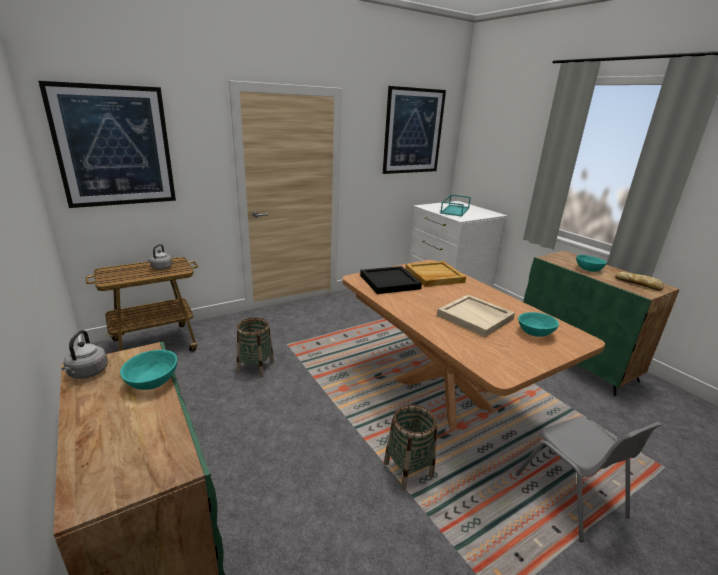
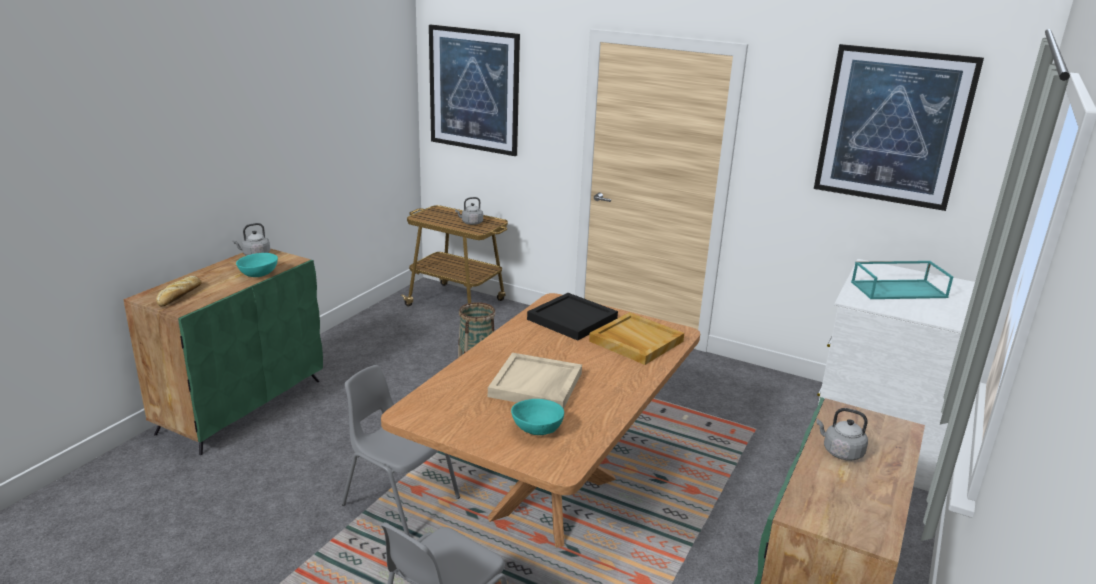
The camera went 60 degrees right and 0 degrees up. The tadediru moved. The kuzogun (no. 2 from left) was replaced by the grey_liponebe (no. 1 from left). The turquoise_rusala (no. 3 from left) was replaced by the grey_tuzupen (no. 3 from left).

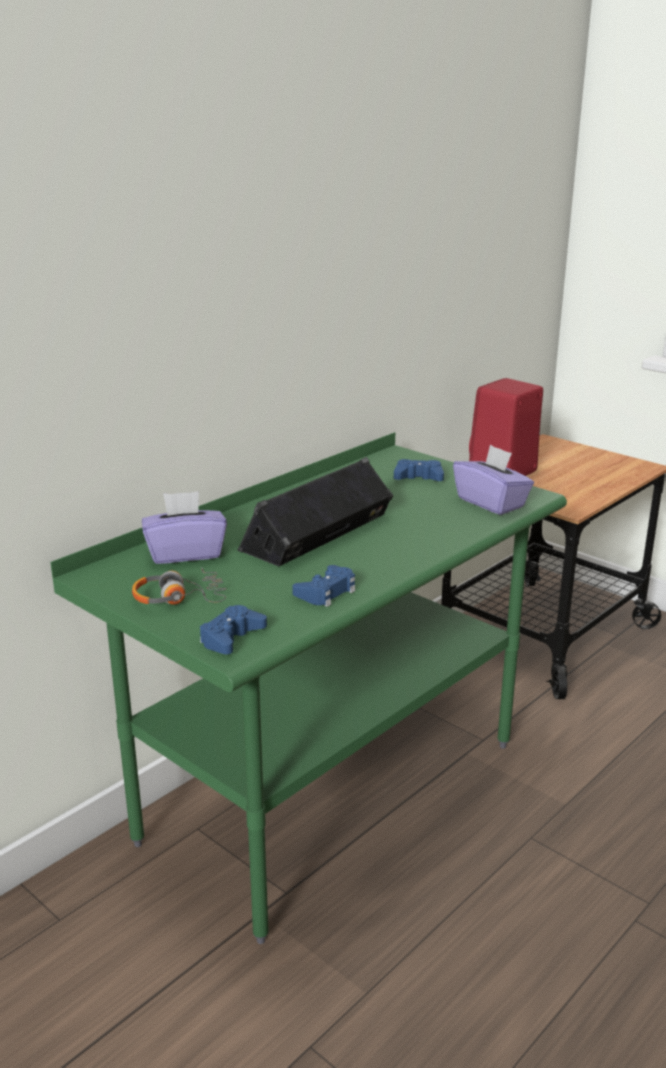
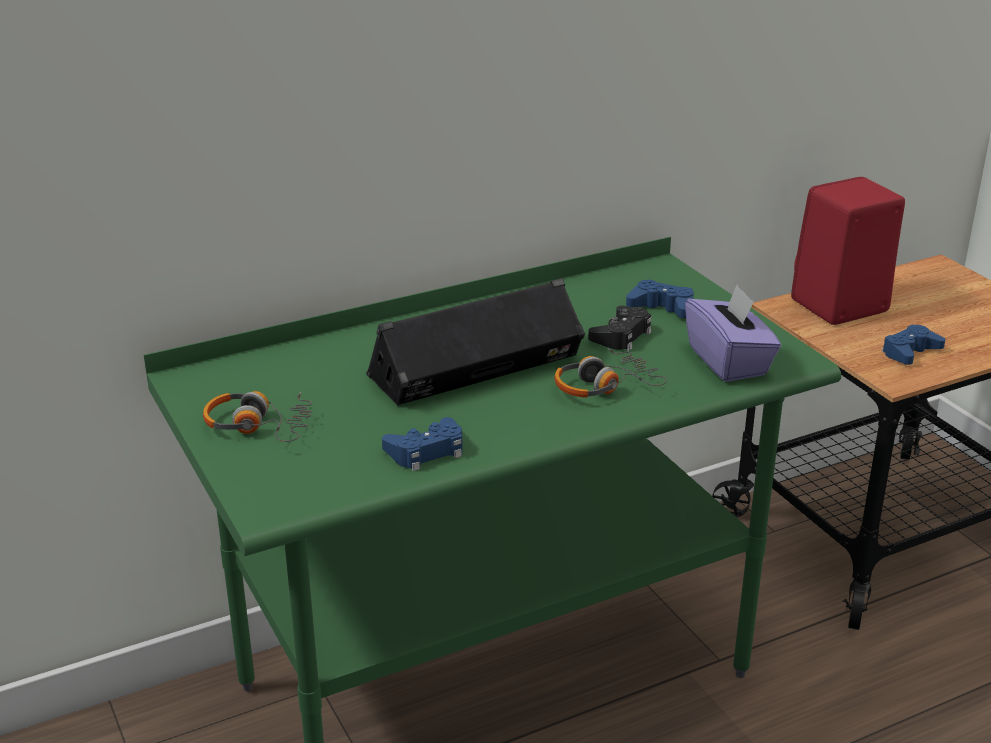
The camera went 20 degrees right and 5 degrees up. The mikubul (no. 2 from left) appeared. The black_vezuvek appeared. The blue_vezuvek (no. 1 from left in the first image) moved. The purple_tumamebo (no. 1 from left) disappeared.

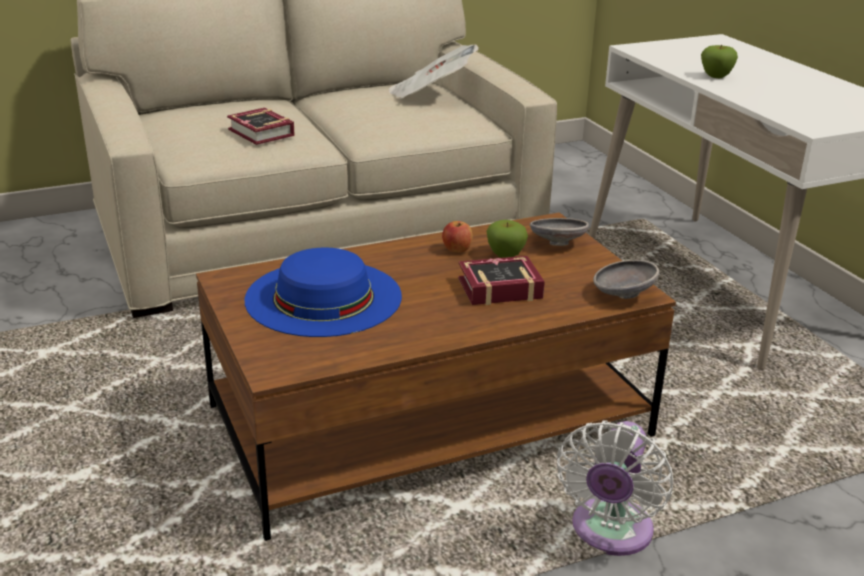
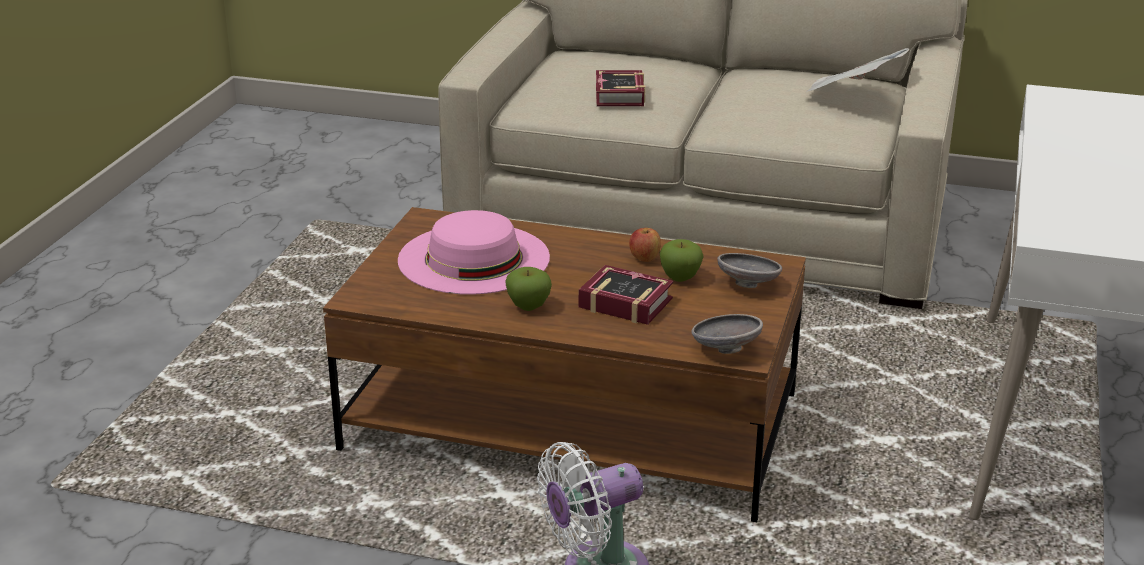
The camera went 40 degrees right and 0 degrees up. The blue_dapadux became the pink_dapadux. The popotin (no. 3 from left in the first image) moved.

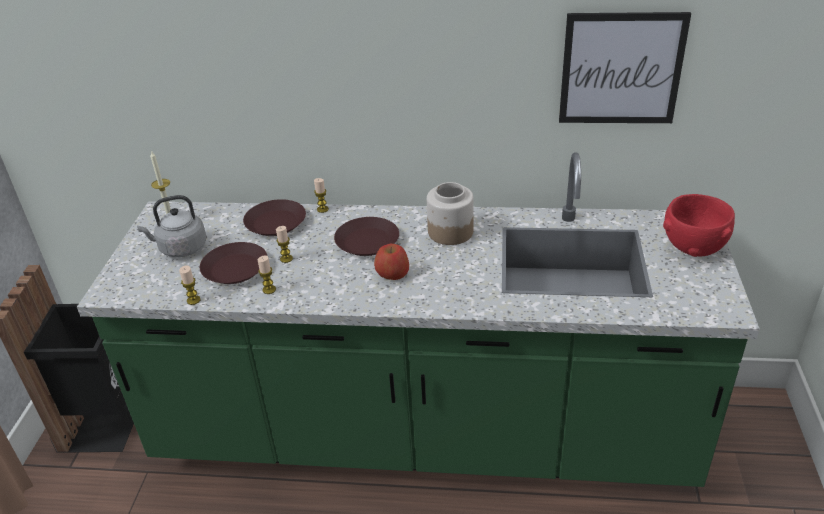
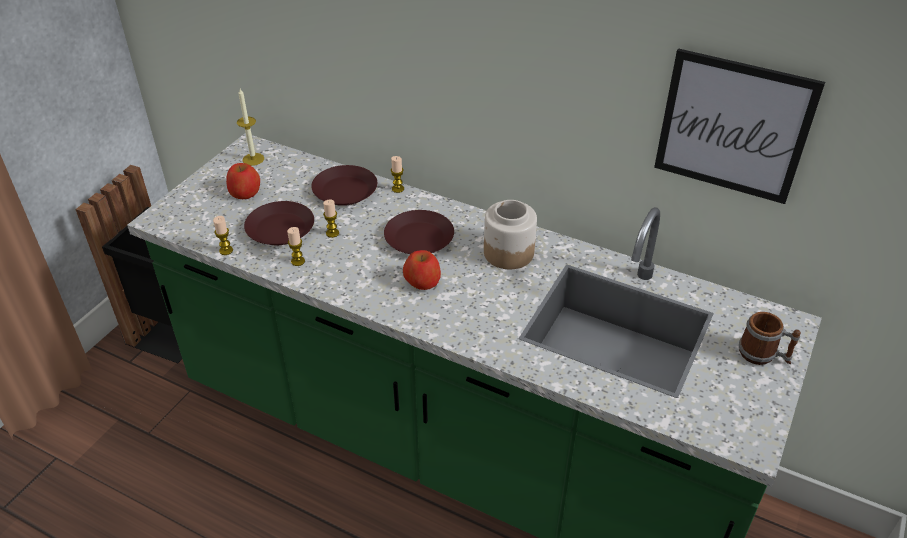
The camera went 20 degrees right and 5 degrees up. The grey_tuzupen was replaced by the popotin (no. 1 from left). The red_rusala was replaced by the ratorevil.

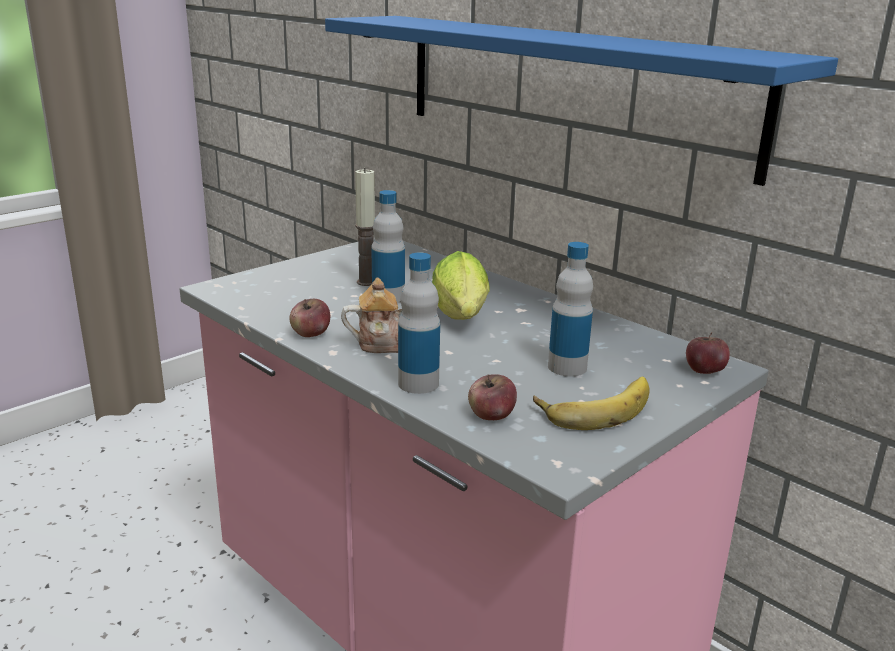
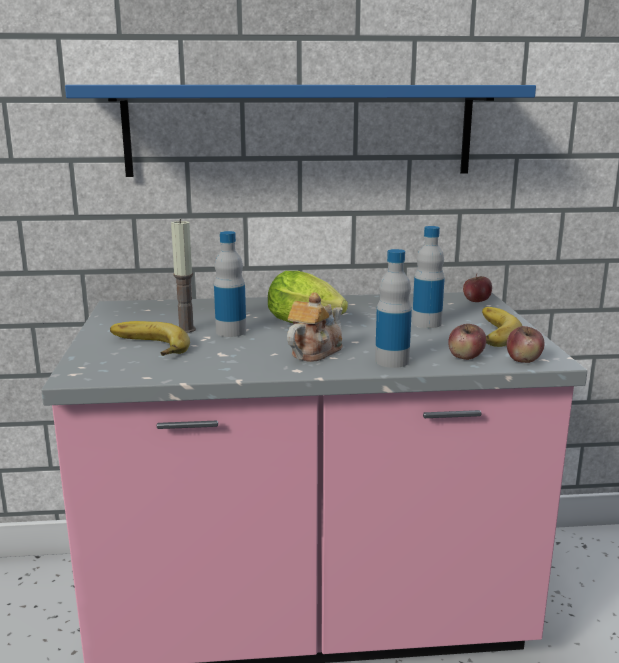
The camera went 50 degrees left and 5 degrees down. The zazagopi (no. 1 from left) appeared. The popotin (no. 1 from left in the first image) moved.

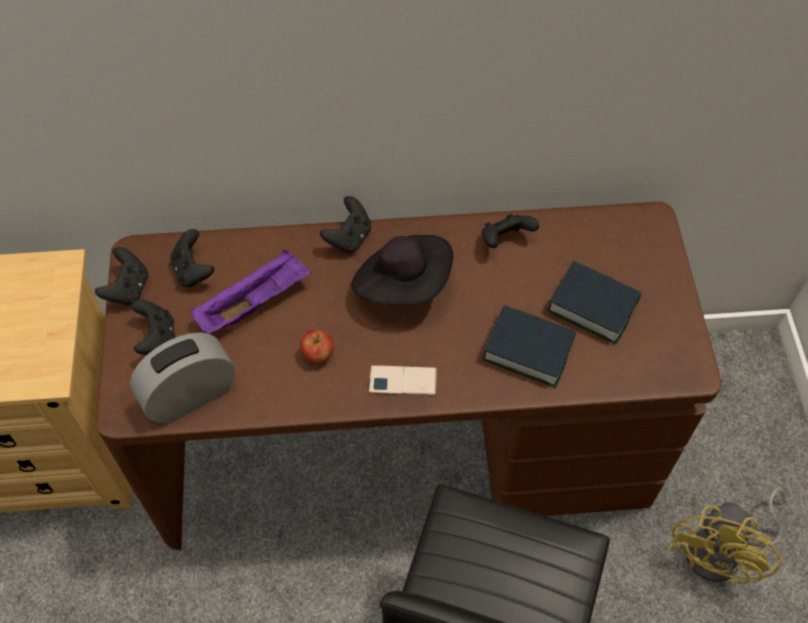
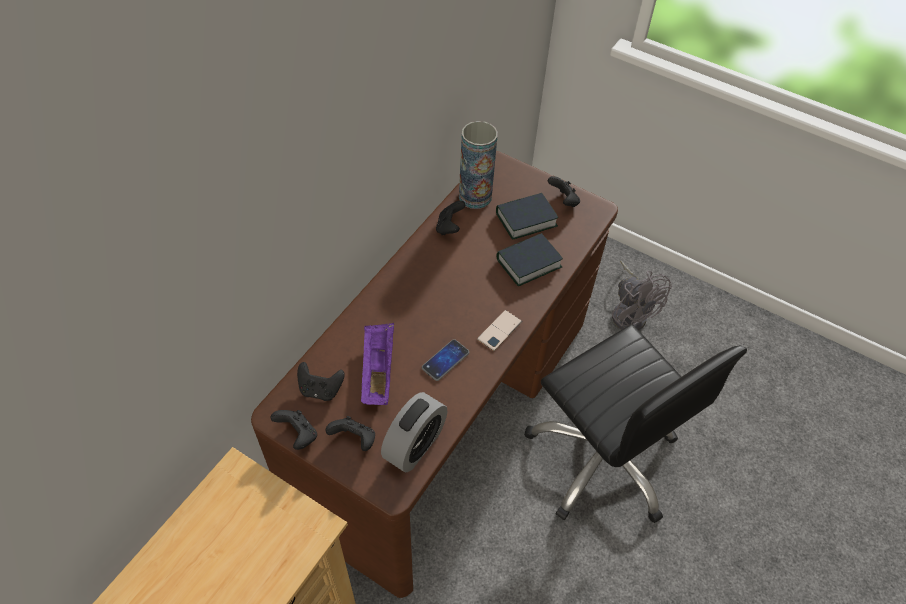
The camera went 55 degrees left and 5 degrees down. The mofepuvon turned 150 degrees counterclockwise. The popotin was replaced by the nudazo (no. 1 from left). The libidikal appeared. The black_vezuvek (no. 4 from left in the first image) moved. The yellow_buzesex became the grey_buzesex. The black_dapadux disappeared.

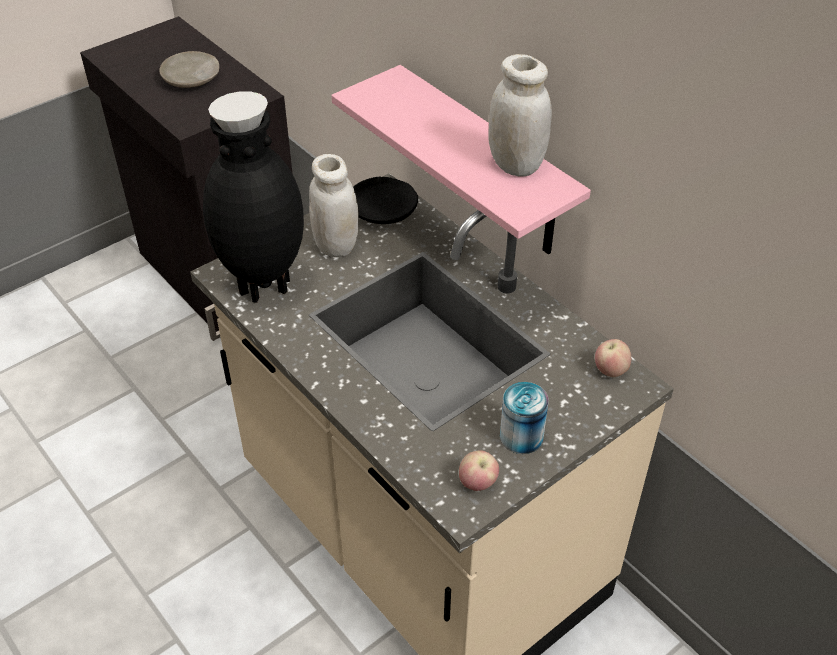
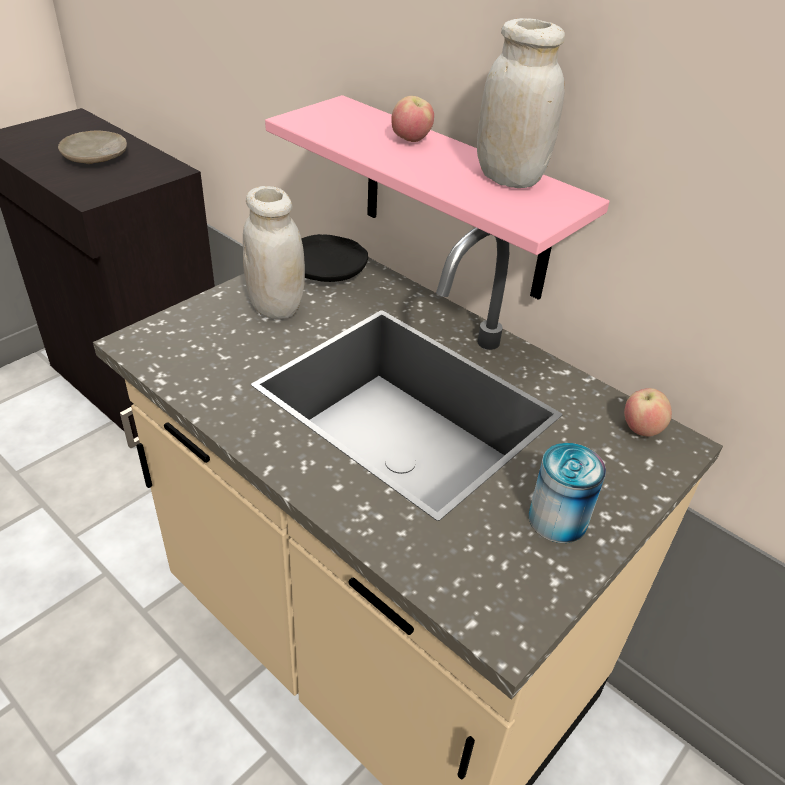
The camera went 10 degrees left and 5 degrees down. The popotin (no. 1 from left) moved. The black_libidikal disappeared.

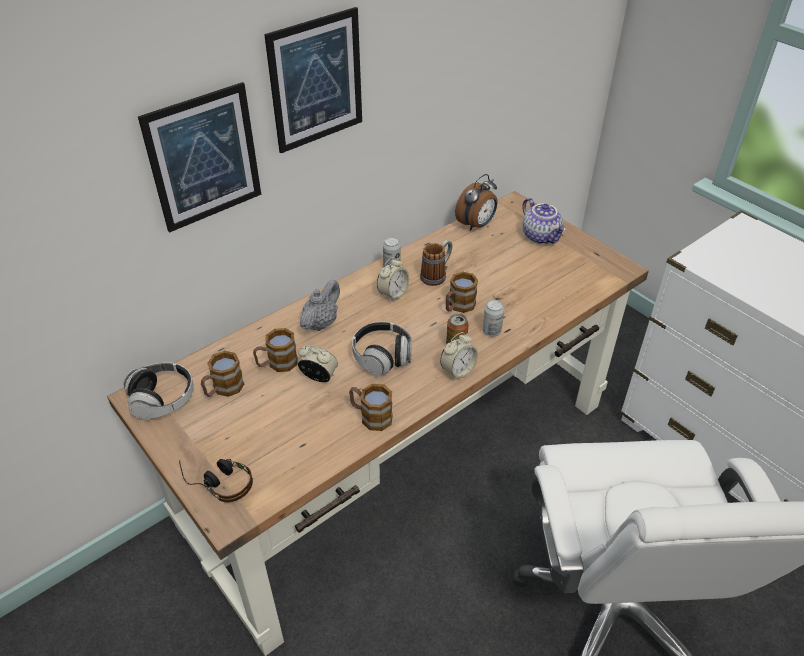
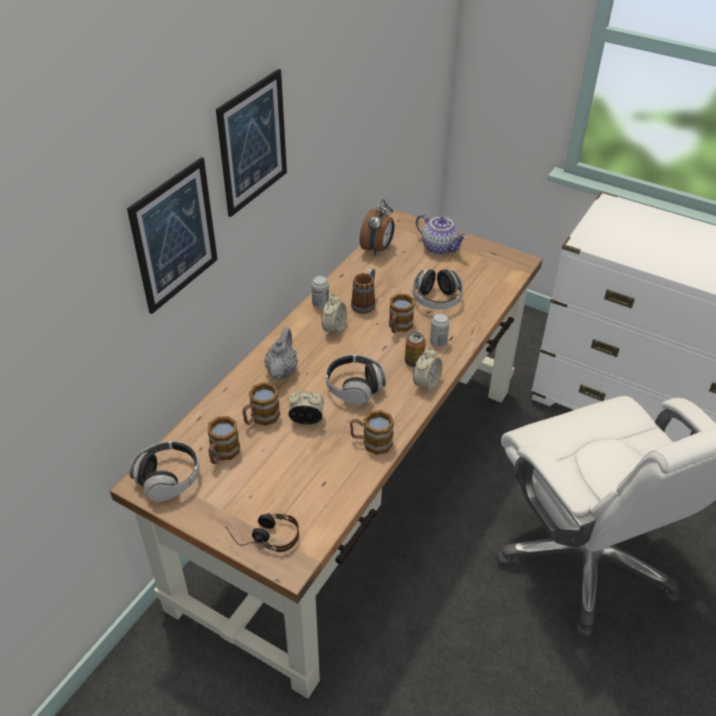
The camera went 20 degrees left and 0 degrees up. The mikubul (no. 4 from left) appeared.

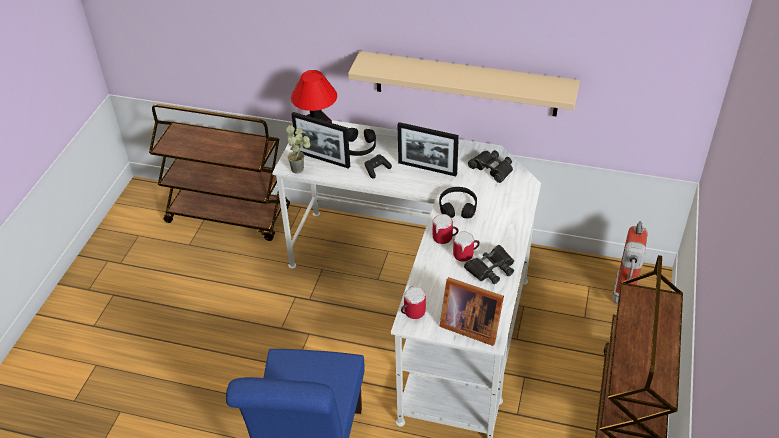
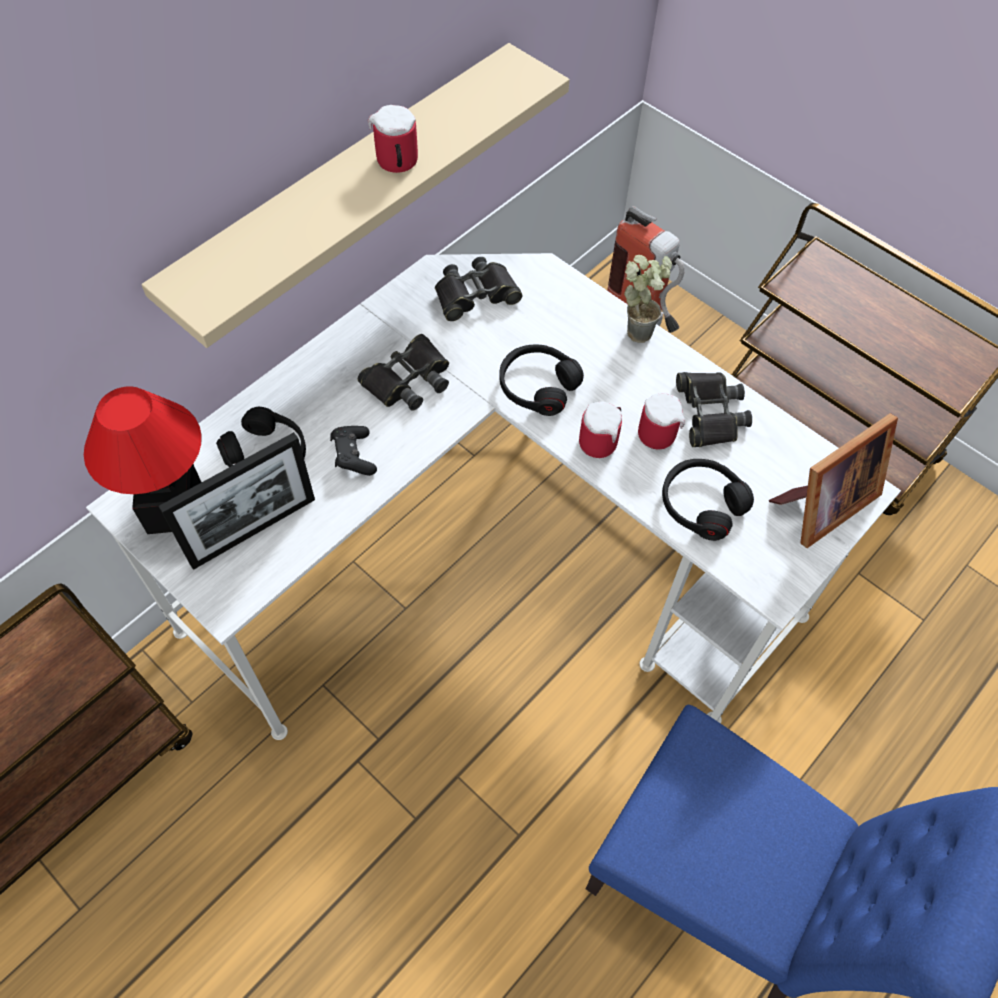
The camera went 65 degrees left and 15 degrees up. The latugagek (no. 2 from left) was replaced by the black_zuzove (no. 1 from left). The ratorevil (no. 1 from left) moved. The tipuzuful moved. The black_mikubul (no. 3 from left) appeared.

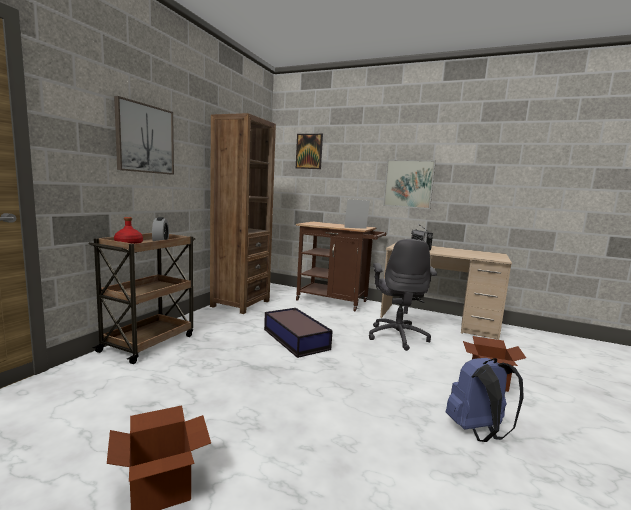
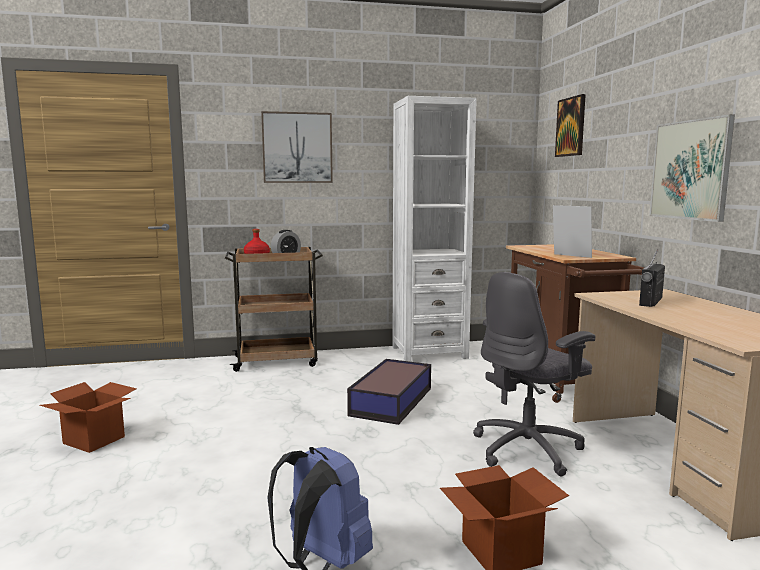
The camera went 55 degrees right and 0 degrees up. The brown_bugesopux became the white_bugesopux.

